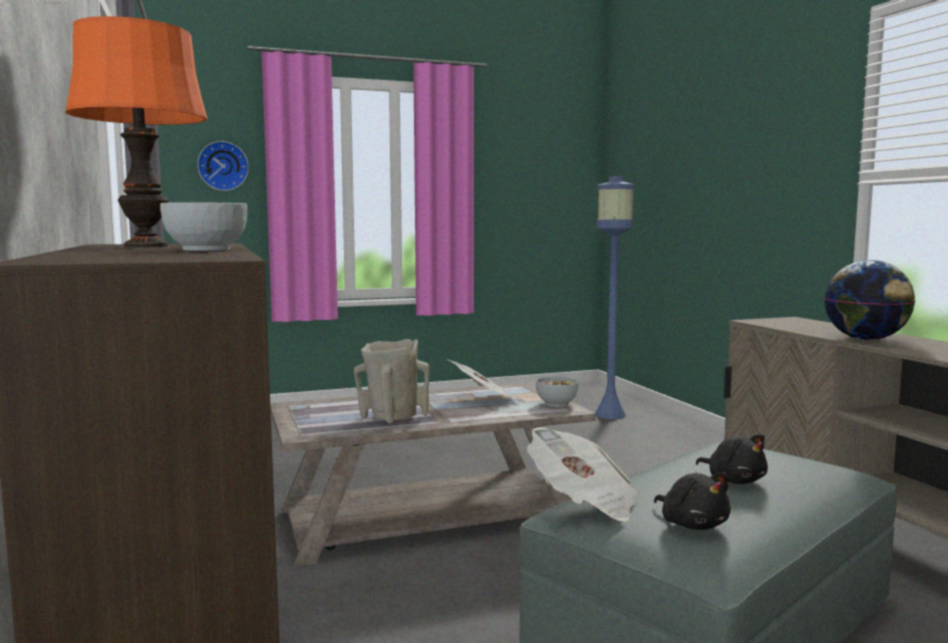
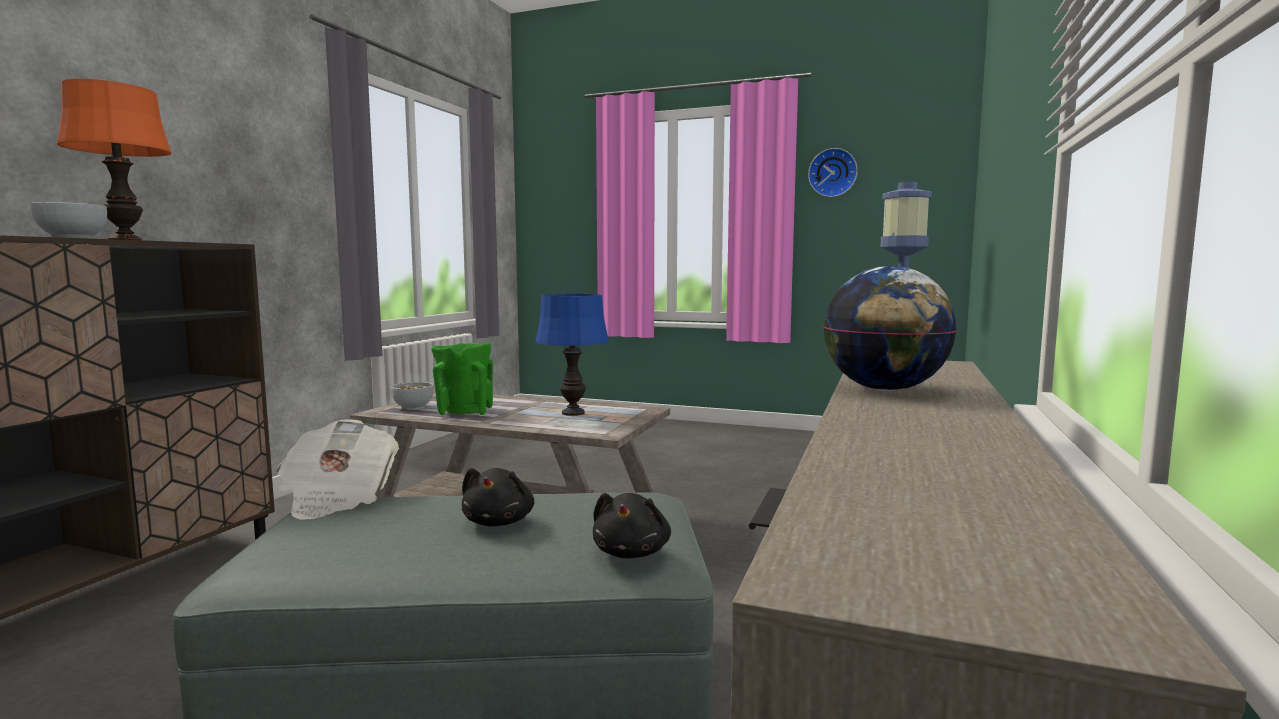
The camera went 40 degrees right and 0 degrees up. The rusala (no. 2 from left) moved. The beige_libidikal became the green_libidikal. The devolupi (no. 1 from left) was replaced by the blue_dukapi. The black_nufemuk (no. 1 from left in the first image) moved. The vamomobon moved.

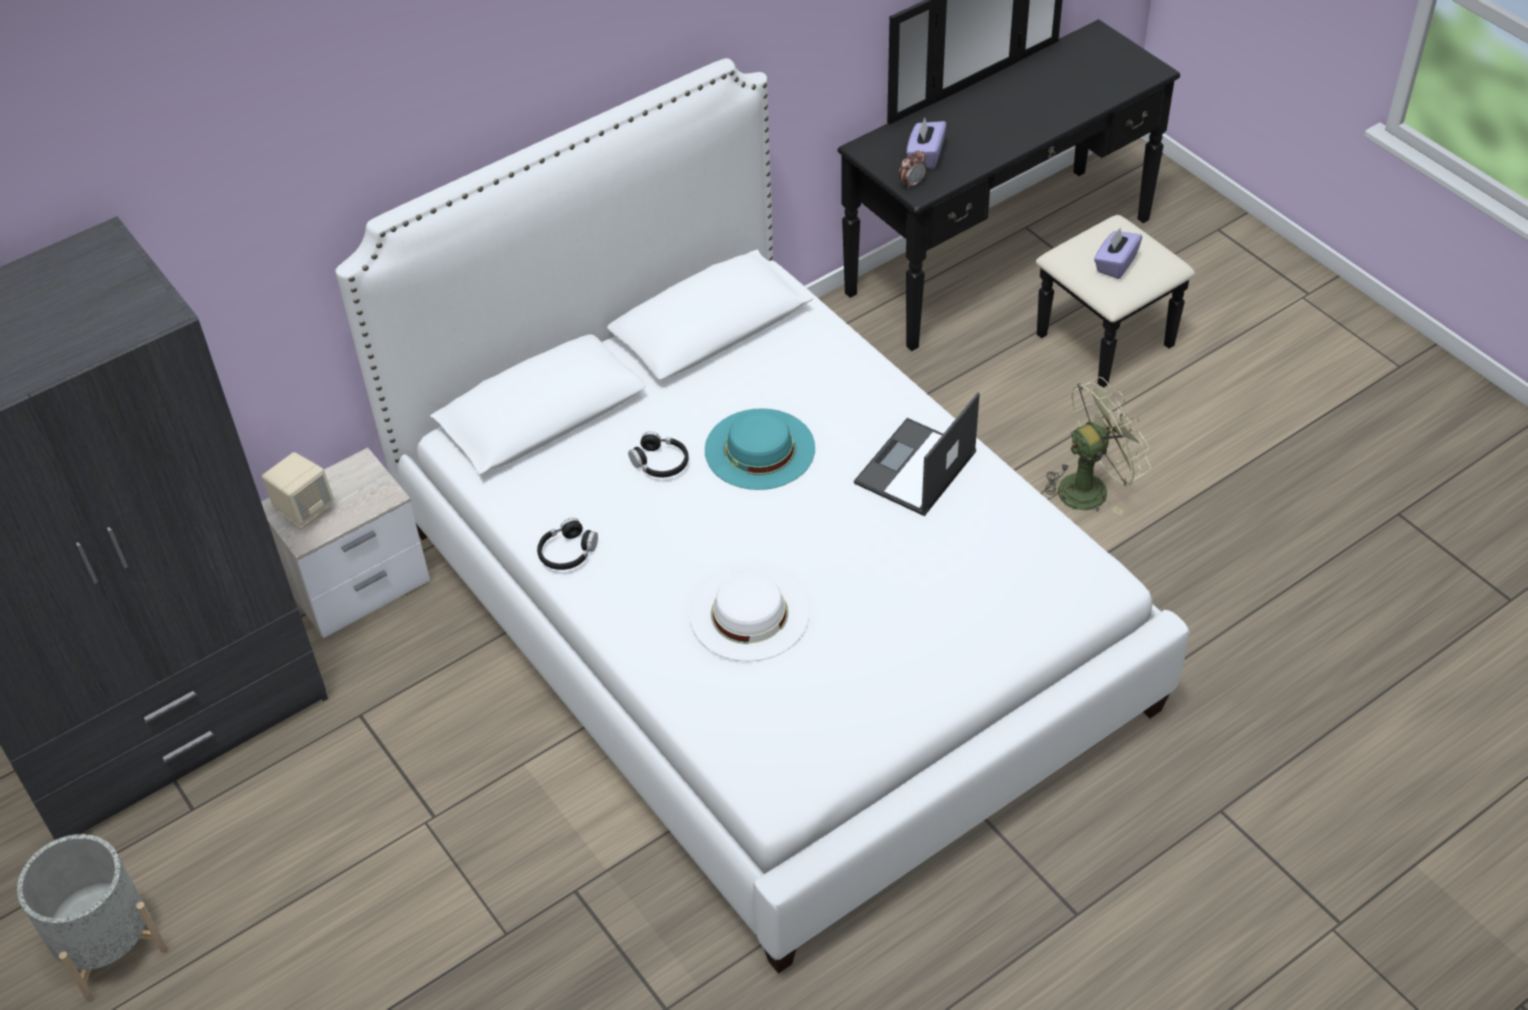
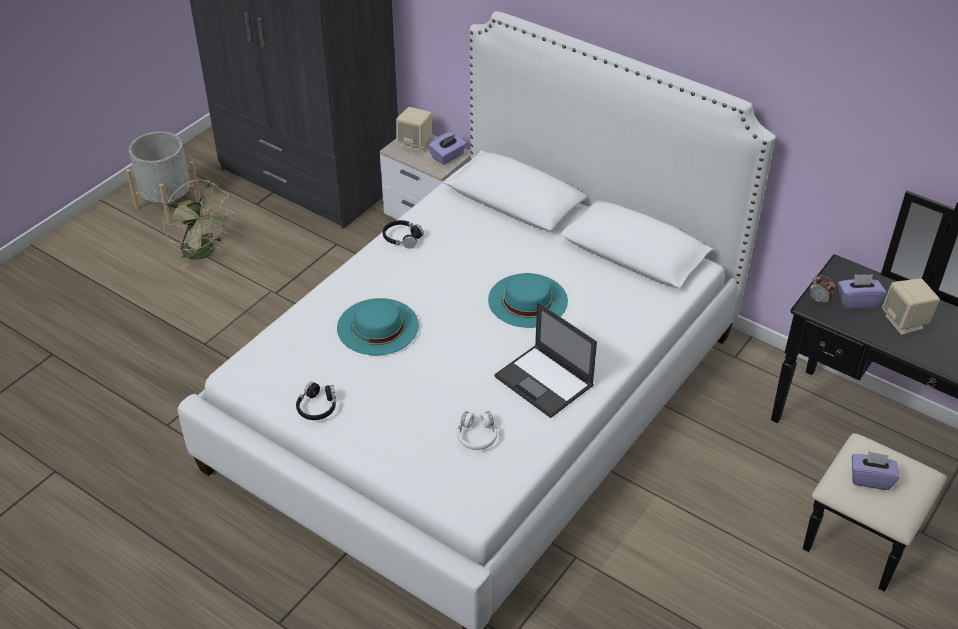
The camera went 70 degrees right and 5 degrees down. The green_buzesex moved. The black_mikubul (no. 2 from left in the first image) moved. The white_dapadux became the turquoise_dapadux (no. 1 from left). The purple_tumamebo (no. 1 from left) appeared. The white_mikubul appeared. The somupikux turned 150 degrees counterclockwise. The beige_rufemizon (no. 2 from left) appeared.

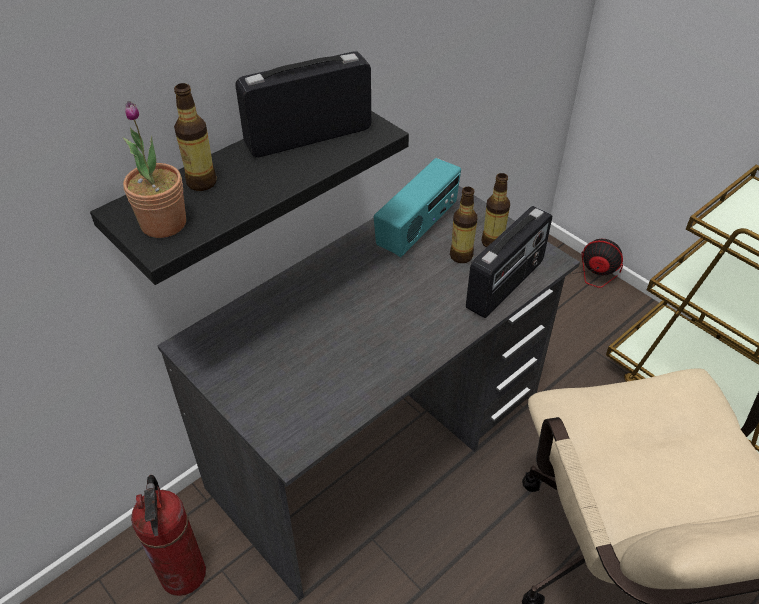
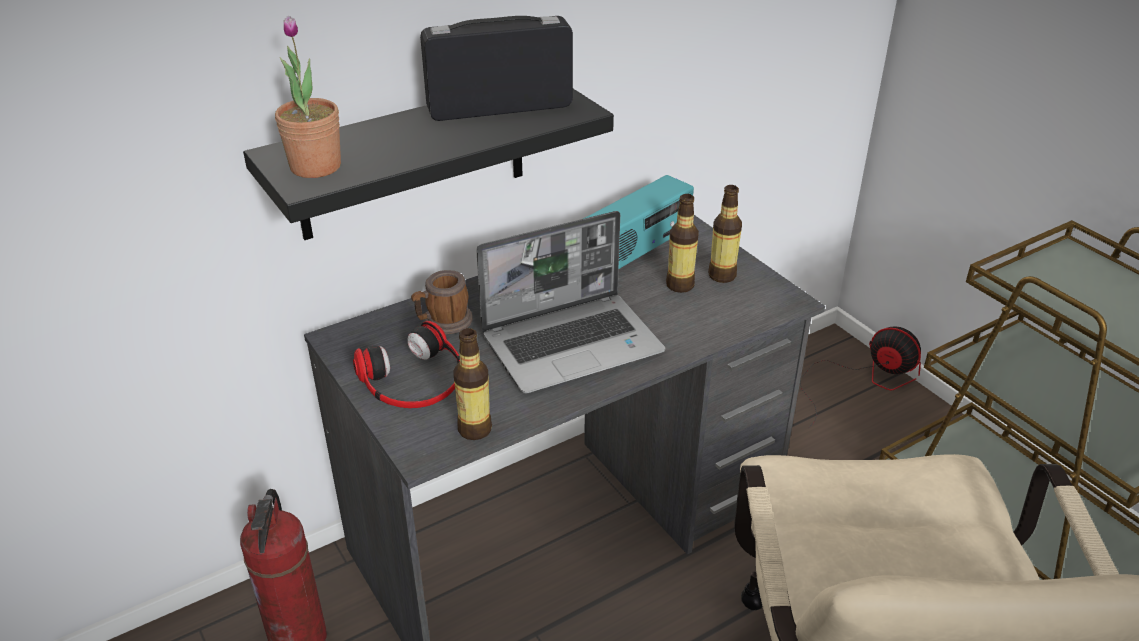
The camera went 10 degrees right and 10 degrees down. The mikubul appeared. The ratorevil appeared. The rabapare (no. 1 from left) moved. The somupikux appeared. The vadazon (no. 3 from left) disappeared.

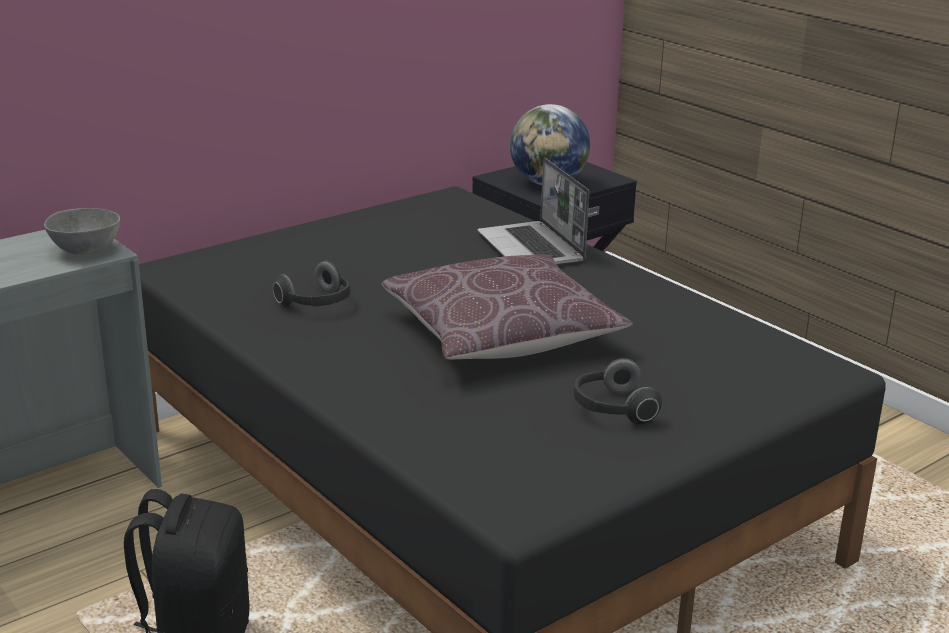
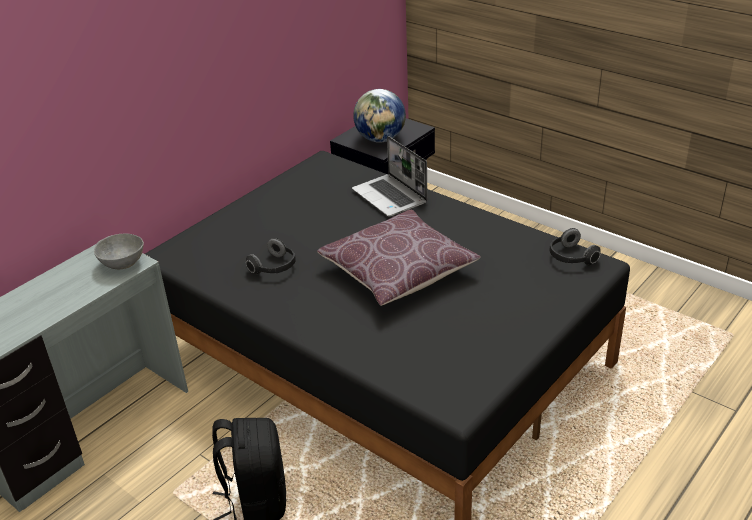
The camera went 10 degrees left and 10 degrees up. The mikubul (no. 2 from left) moved.

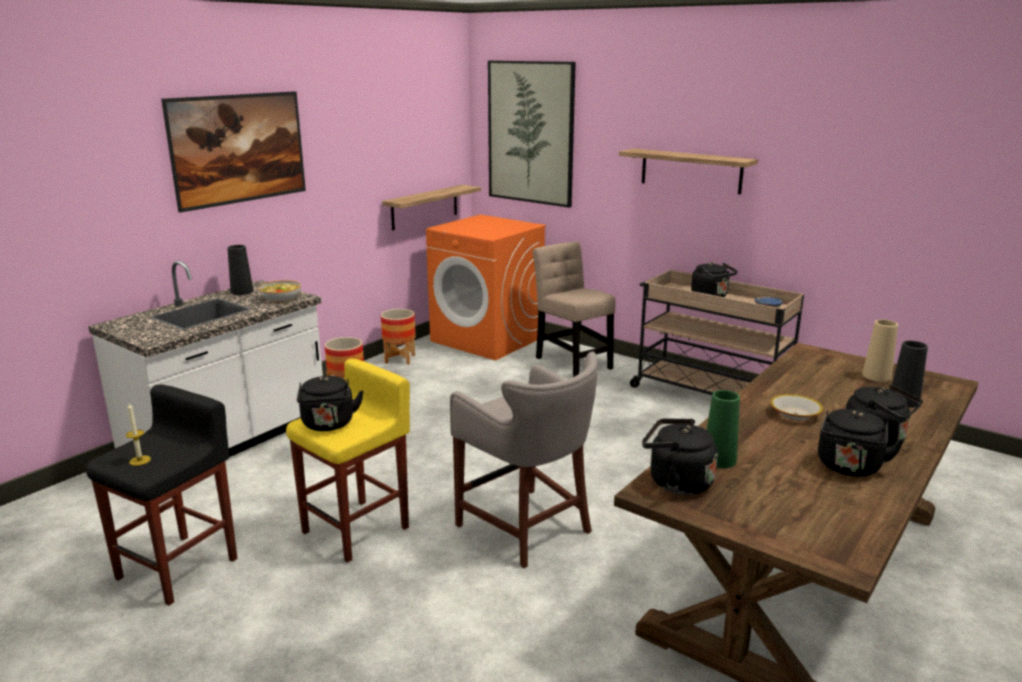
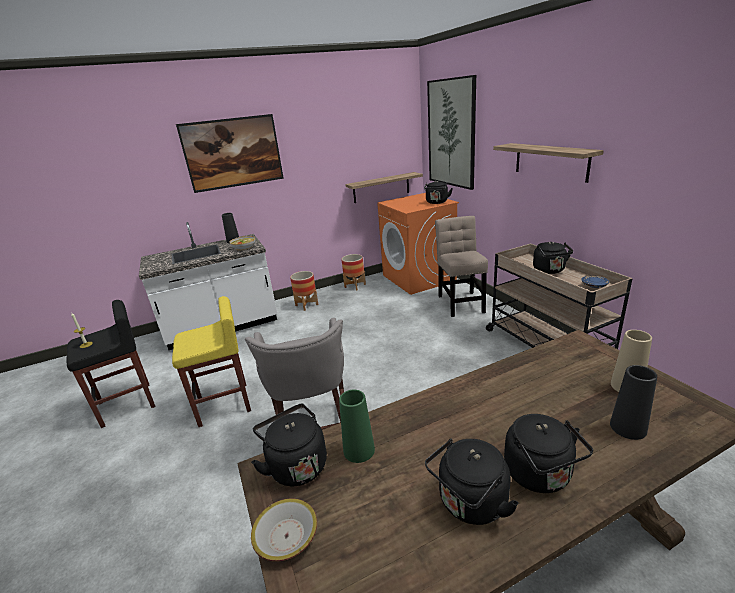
The camera went 30 degrees right and 5 degrees up. The rusala (no. 2 from left) moved. The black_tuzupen (no. 1 from left in the first image) moved.

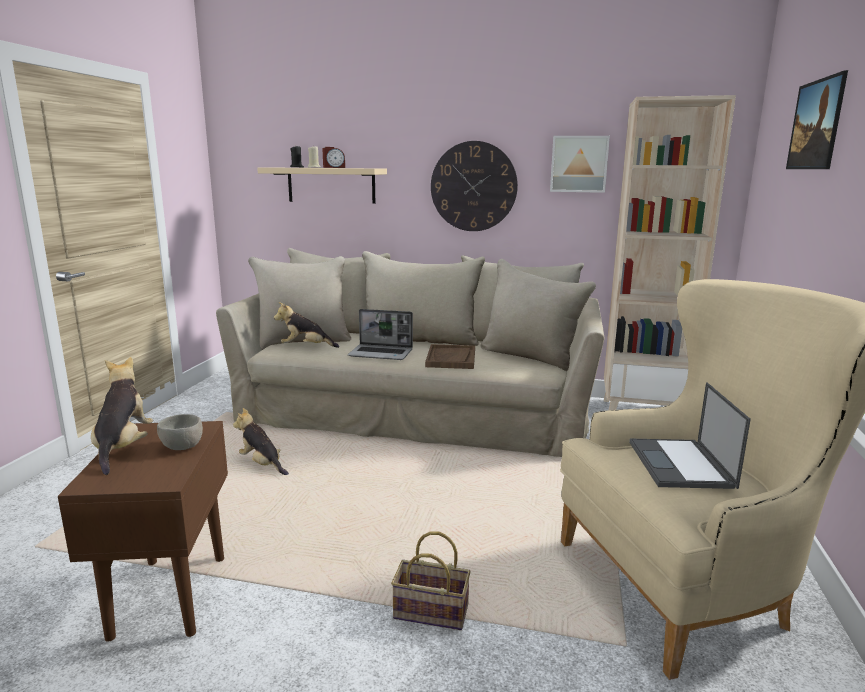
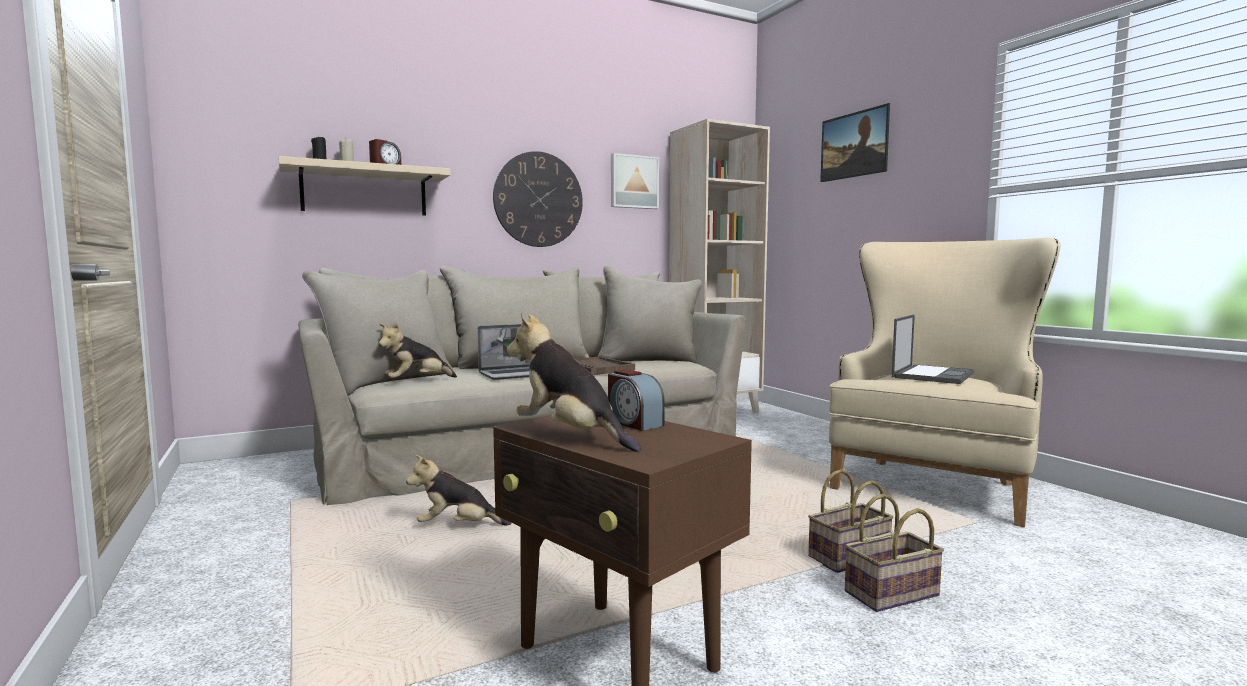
The camera went 40 degrees left and 10 degrees down. The grey_rusala was replaced by the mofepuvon (no. 2 from left). The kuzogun (no. 2 from left) appeared. The somupikux (no. 2 from left) turned 105 degrees counterclockwise.

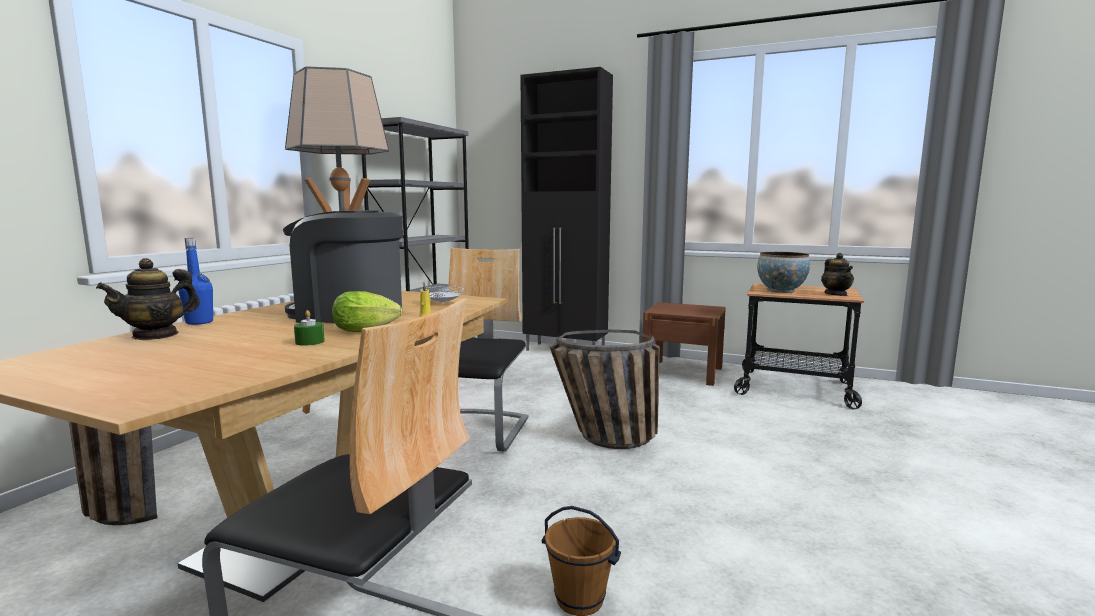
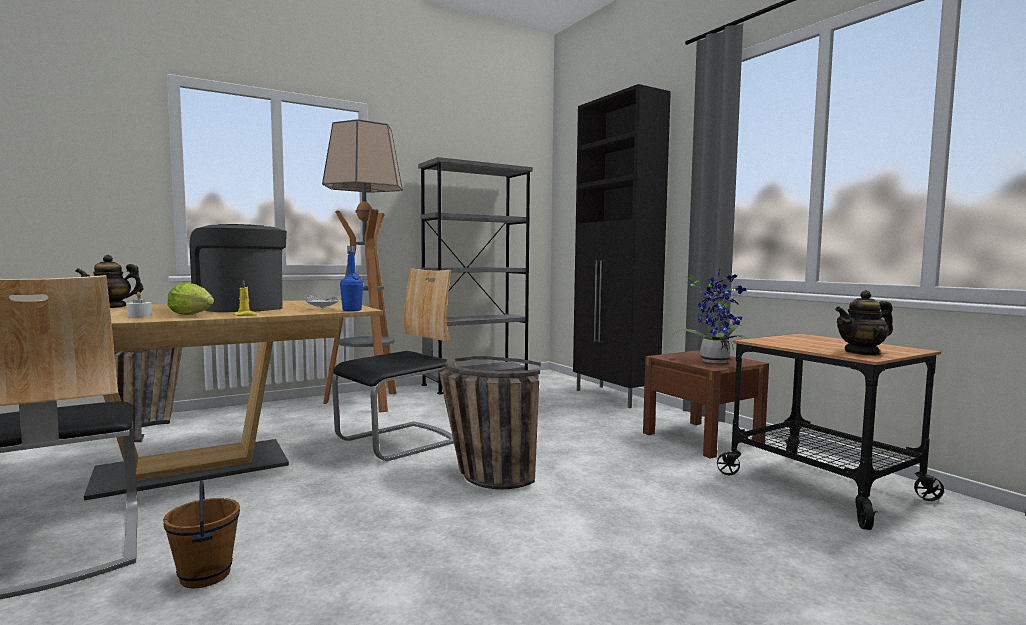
The camera went 35 degrees right and 5 degrees down. The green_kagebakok became the white_kagebakok. The blue_rabapare moved. The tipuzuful appeared. The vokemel (no. 2 from left) turned 45 degrees clockwise. The rusala disappeared.

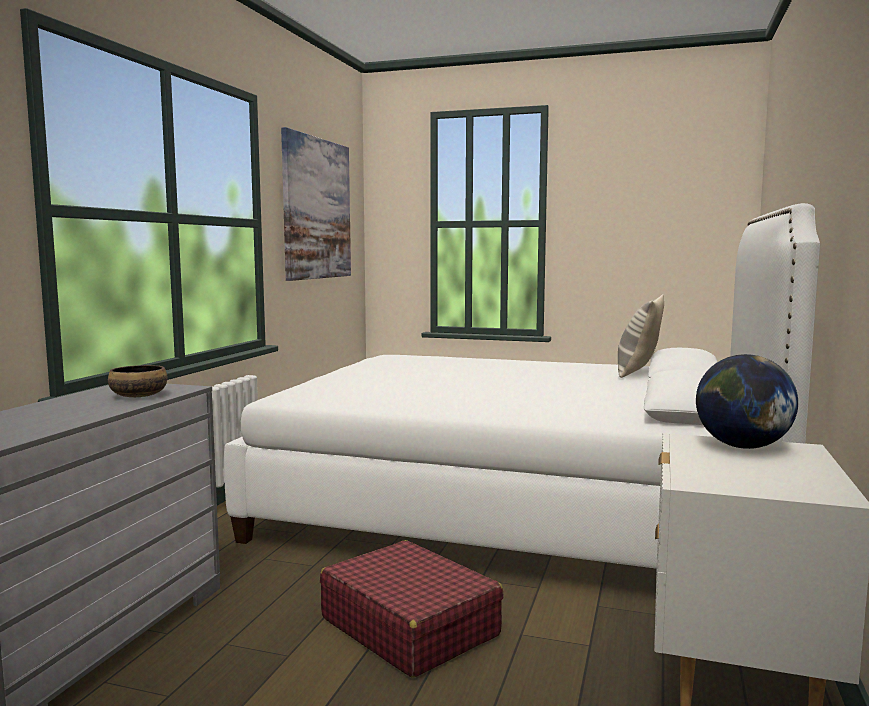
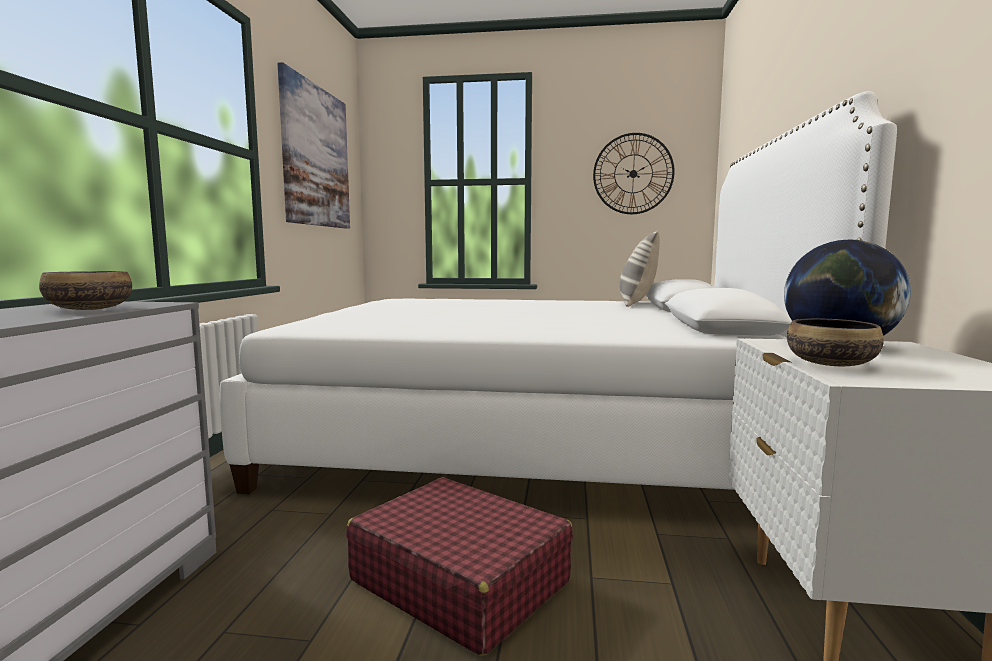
The camera went 10 degrees left and 0 degrees up. The vamomobon appeared. The rusala (no. 2 from left) appeared.

